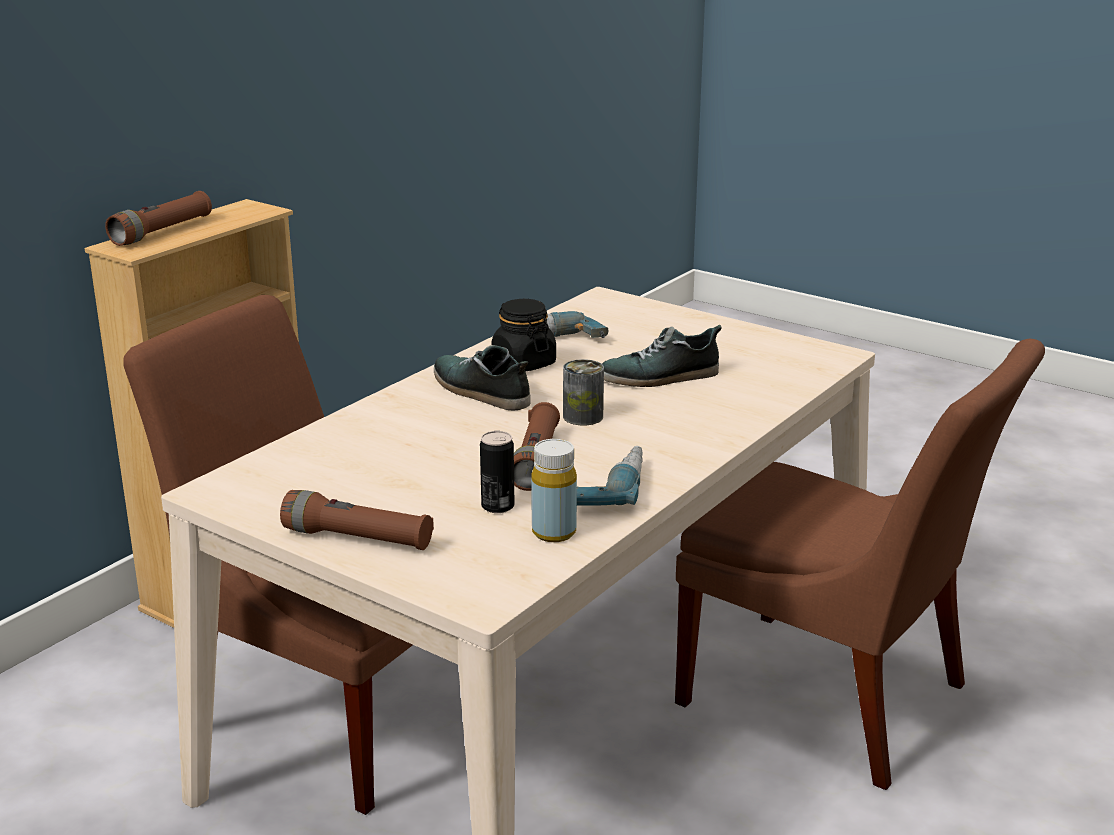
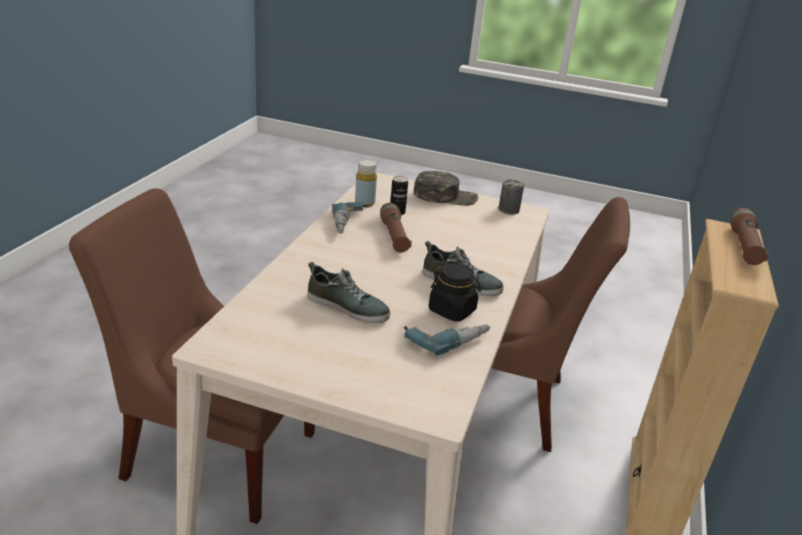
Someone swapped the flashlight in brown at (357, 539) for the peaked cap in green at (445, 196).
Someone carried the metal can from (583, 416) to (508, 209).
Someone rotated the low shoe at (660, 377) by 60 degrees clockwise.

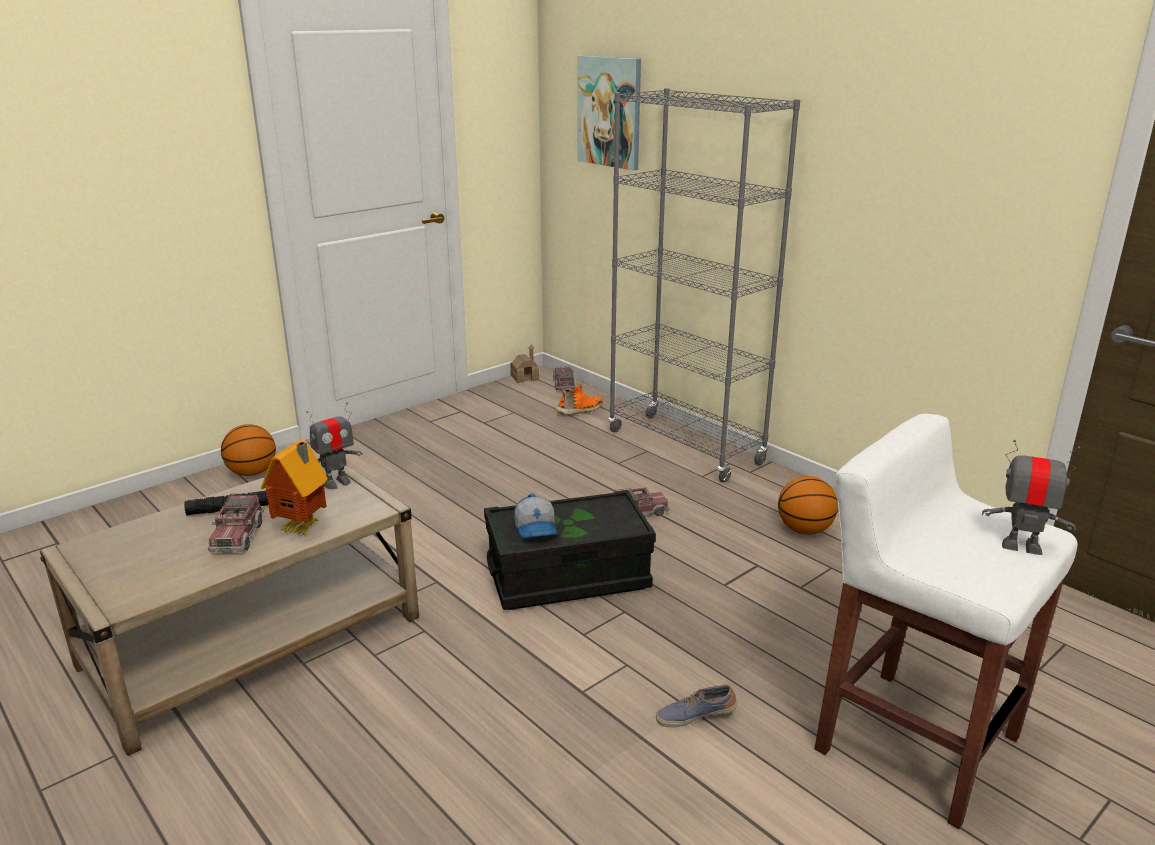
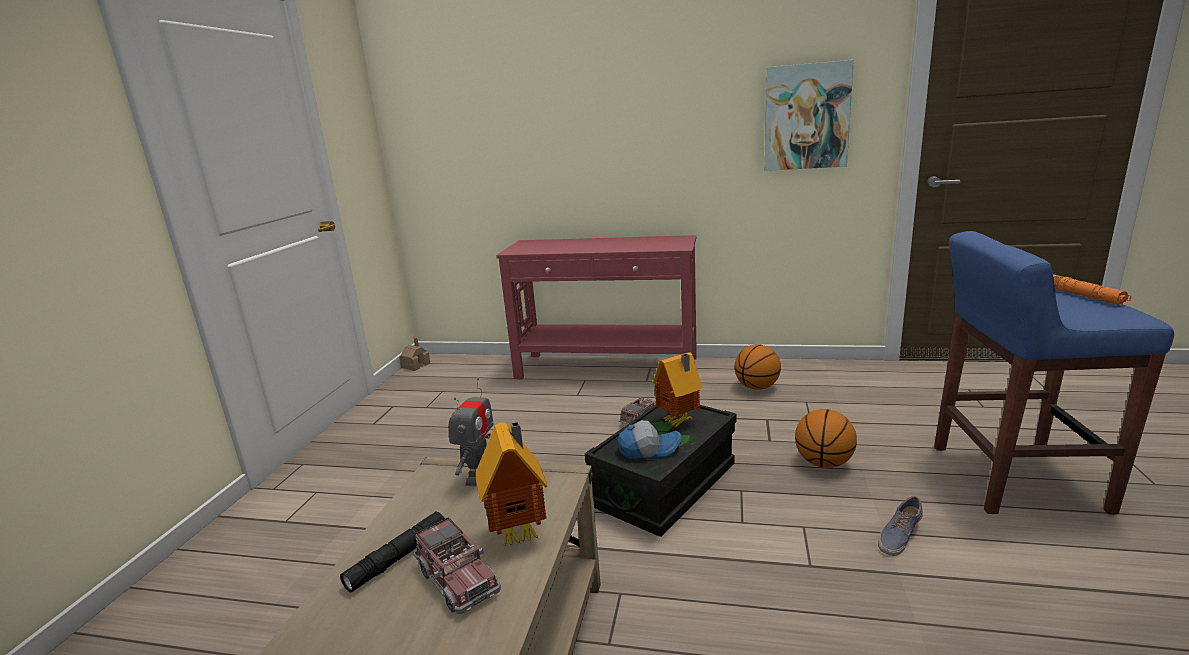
Someone carried the ball for basketball from (252, 473) to (824, 463).
Someone rotated the peaked cap at (536, 528) by 45 degrees counterclockwise.
Someone took away the toy truck at (564, 384).
Someone took away the low shoe in orangey at (580, 411).
Someone carried the wall art from (610, 112) to (806, 117).
Someone swapped the bookcase in grey at (685, 447) for the console table in red-coloured at (607, 368).
Someone repainted the stool seat in white at (914, 742), which became the stool seat in blue at (1013, 478).
Someone swapped the robot figure at (1021, 546) for the flashlight in orangey at (1082, 296).
Someone put down the model house at (679, 422).

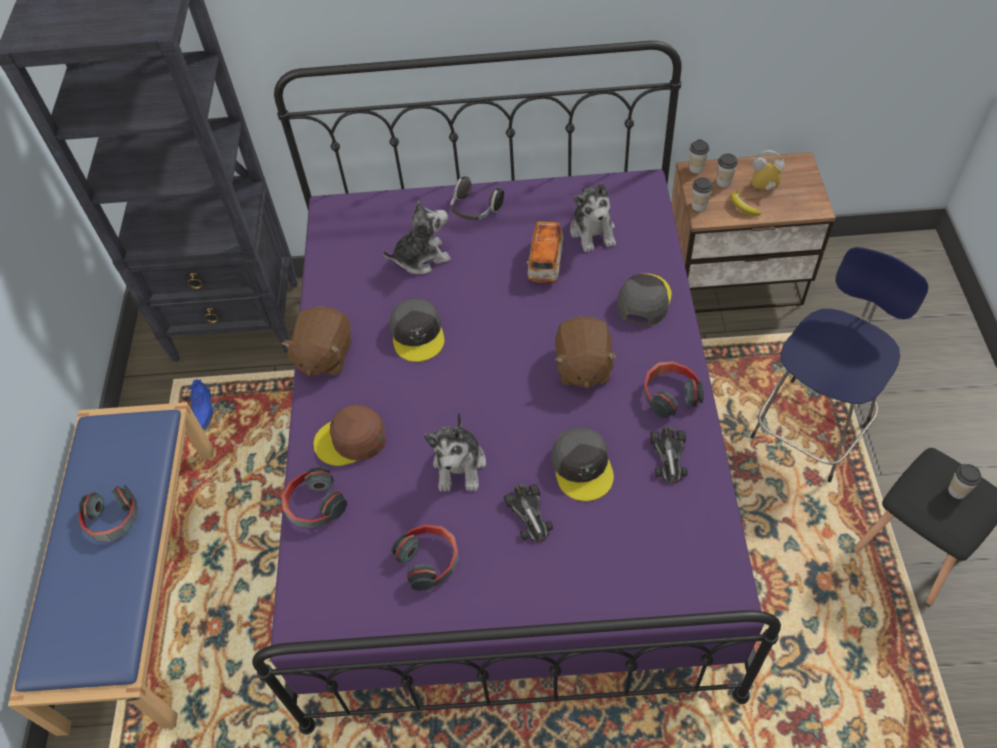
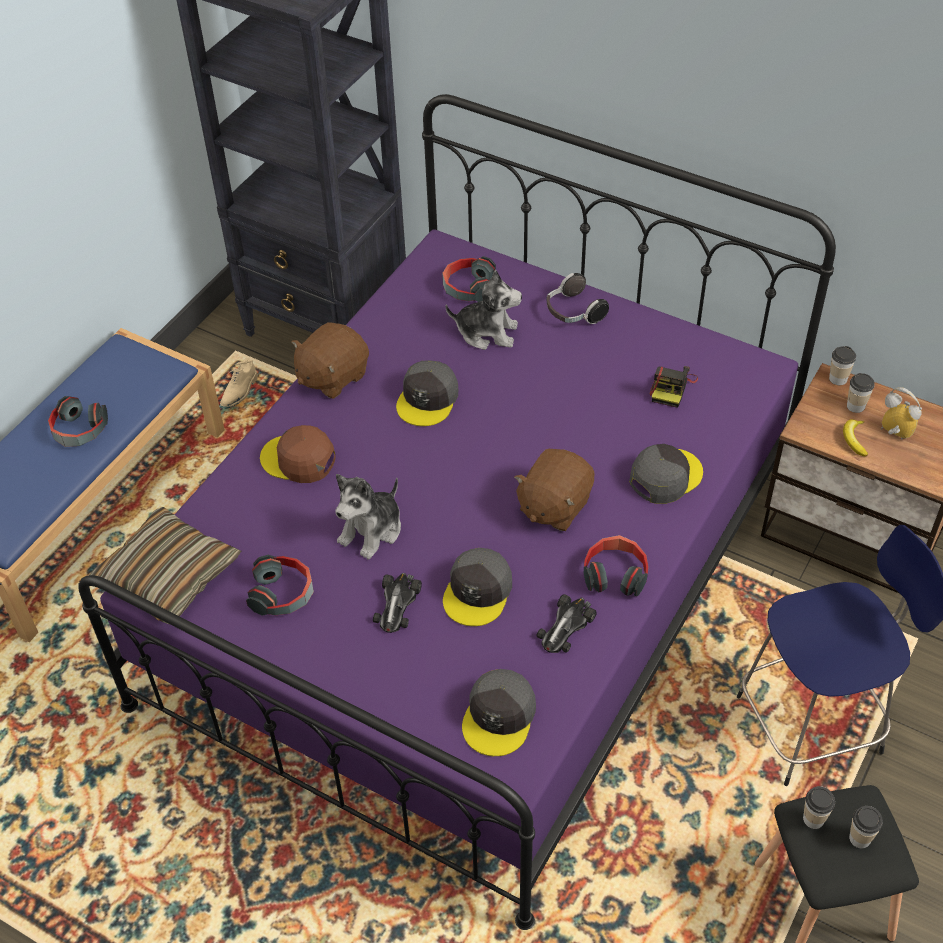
Someone repainted the low shoe in blue at (203, 411), which became the low shoe in beige-coloured at (239, 392).
Someone carried the pair of headphones from (314, 505) to (468, 288).
Someone took away the toy car at (545, 263).
Someone swapped the plush toy at (593, 231) for the still camera at (671, 387).
Someone carried the drinking cup from (699, 206) to (813, 819).
Someone put down the pillow at (168, 576).
Someone put down the peaked cap in grey at (499, 716).

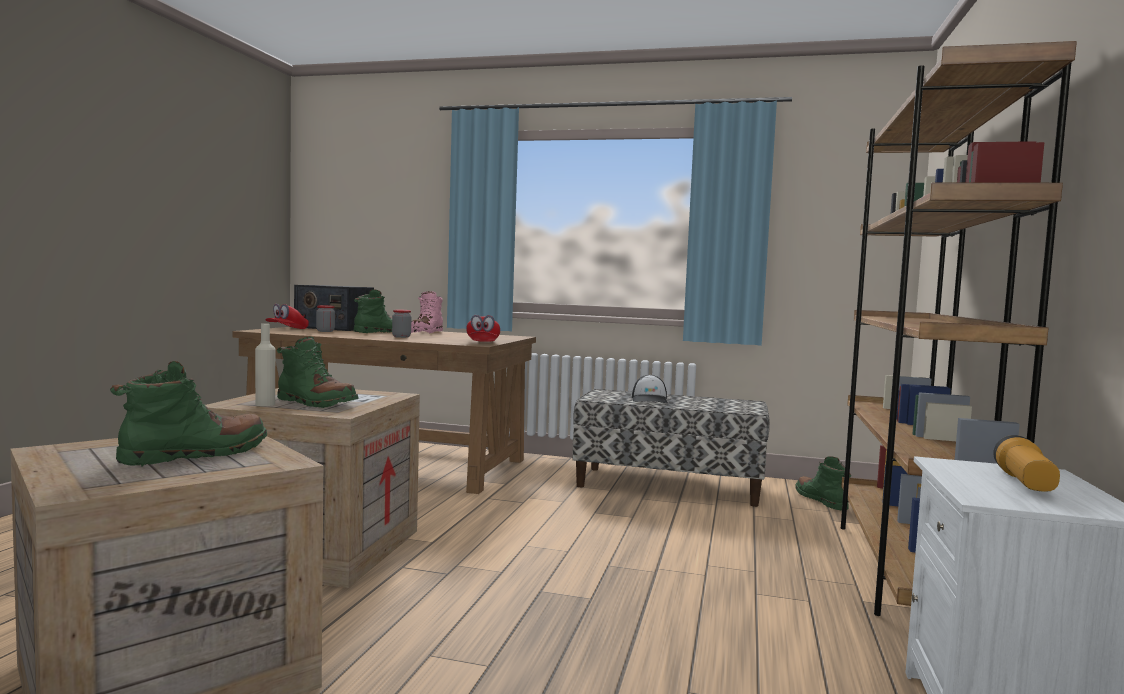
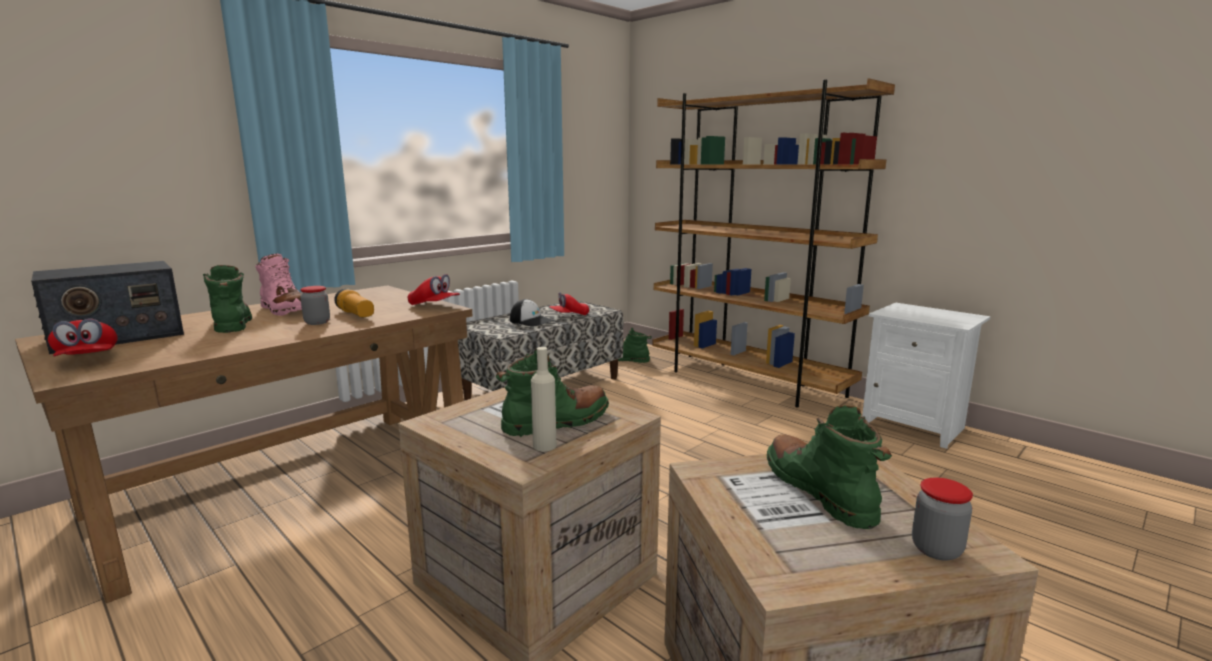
Someone carried the storage jar from (325, 331) to (936, 549).
Someone carried the flashlight from (1025, 483) to (356, 315).
Someone put down the peaked cap in red-coloured at (569, 315).

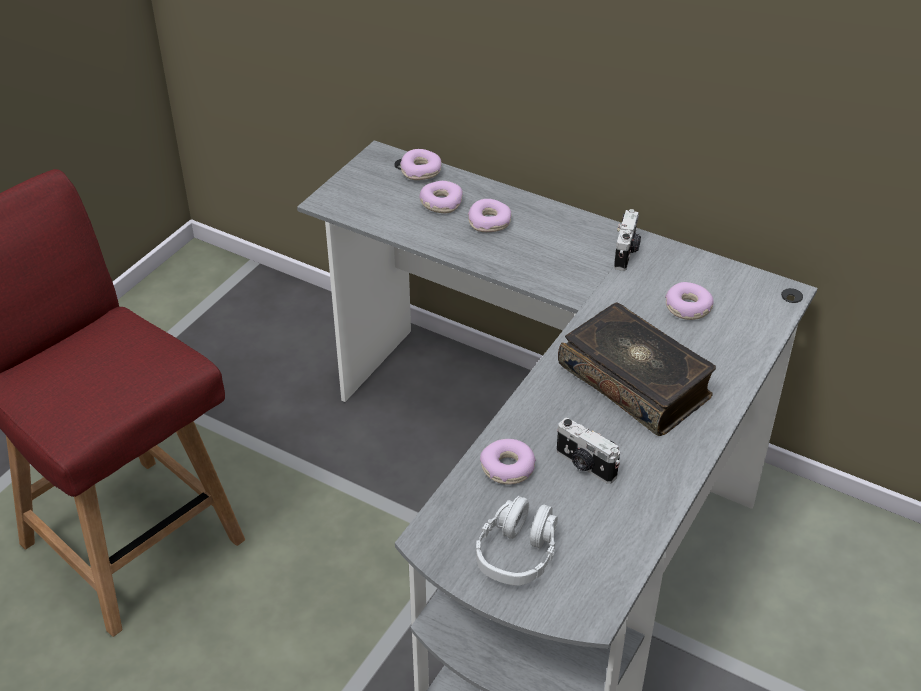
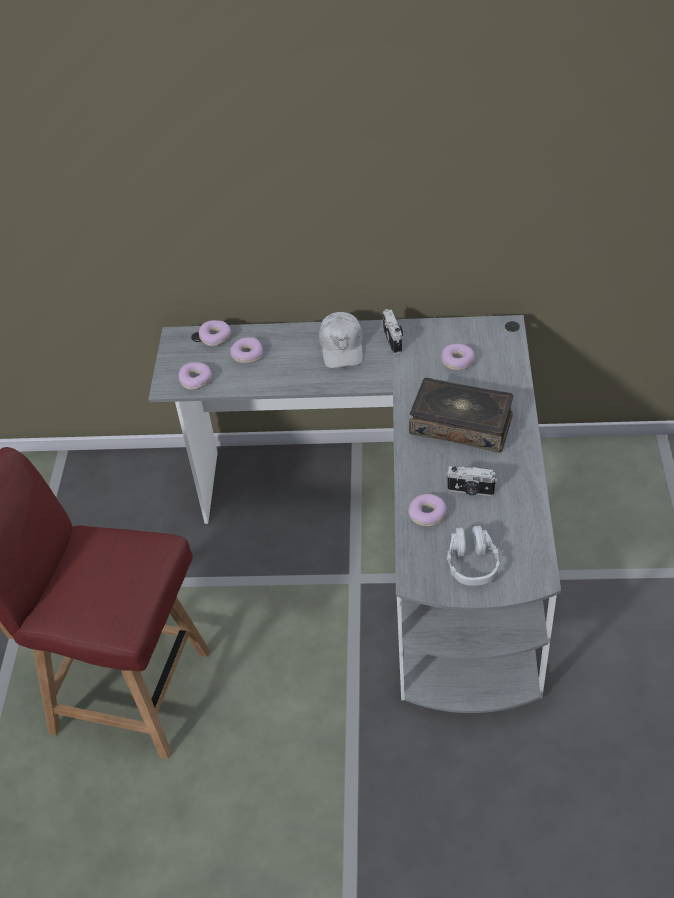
Someone carried the donut from (489, 222) to (195, 379).
Someone put down the peaked cap in white at (342, 347).

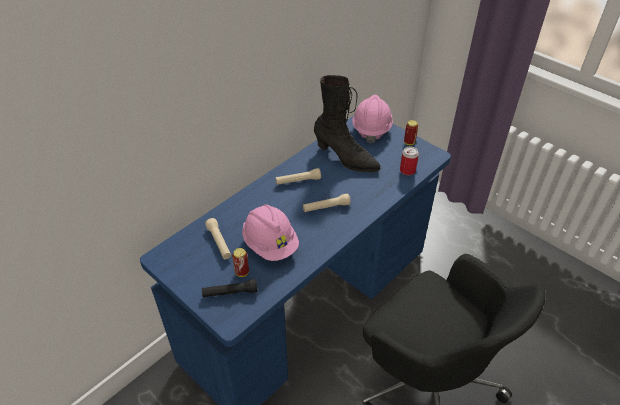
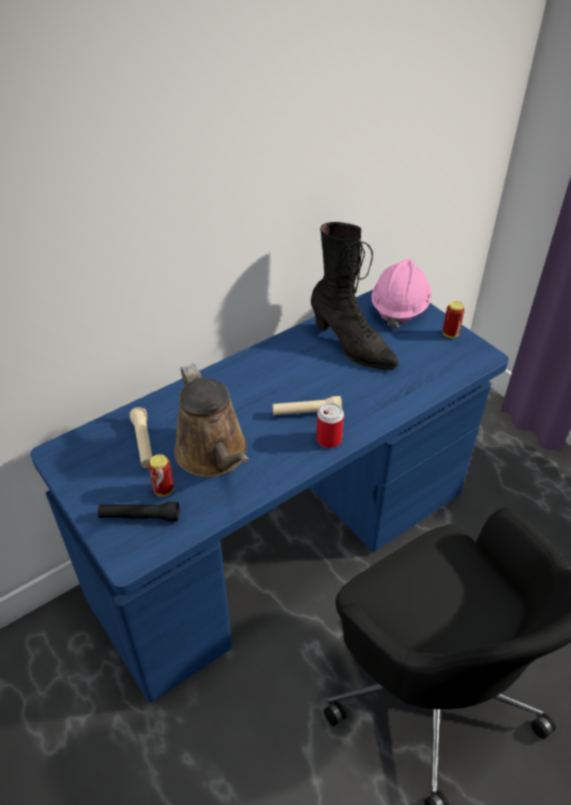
Someone swapped the hard hat in pinkish at (270, 244) for the watering can in brown at (214, 455).
Someone took away the flashlight in beige-coloured at (298, 181).
Someone carried the metal can from (407, 170) to (329, 439).

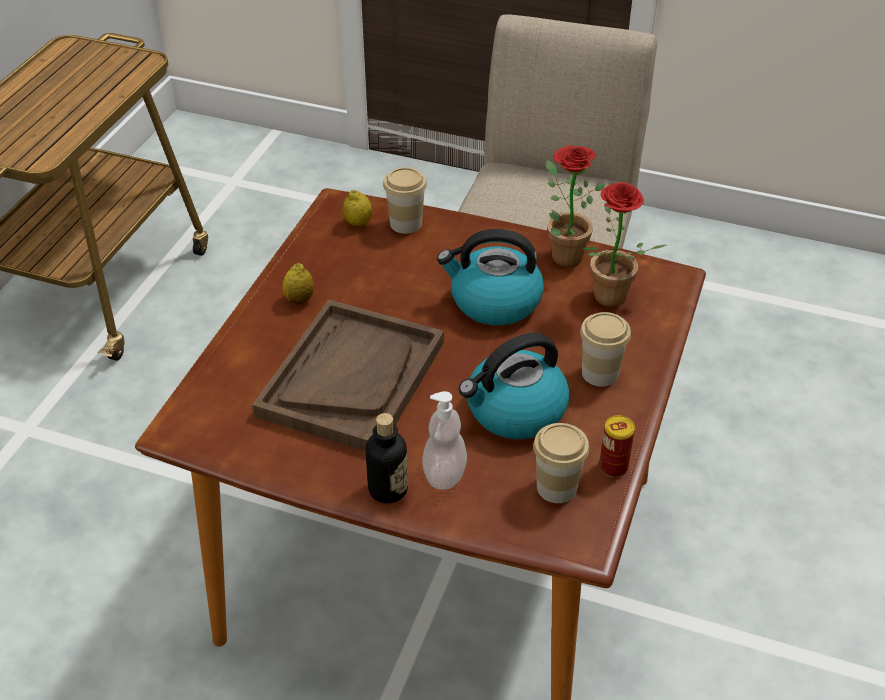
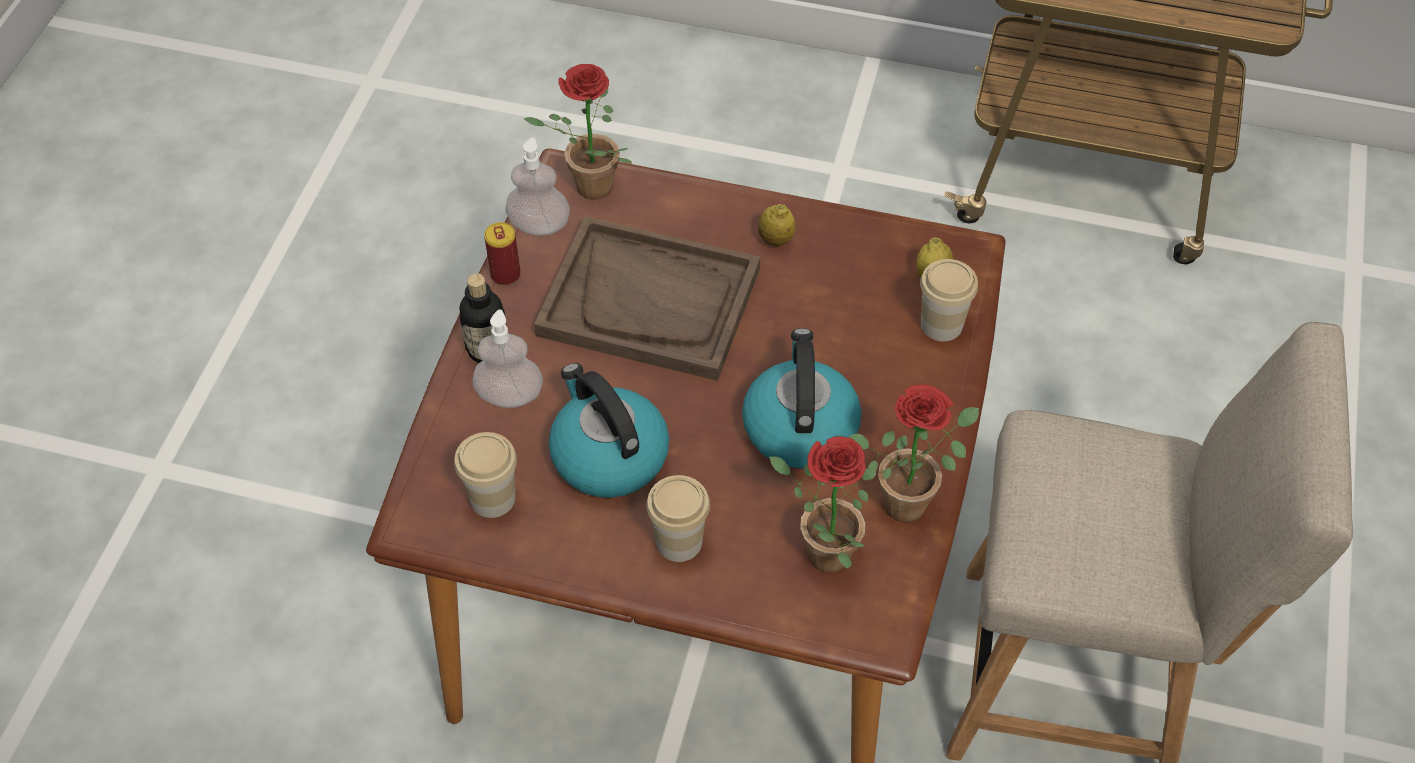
Someone carried the metal can from (613, 467) to (505, 275).
Someone put down the liquid soap bottle at (539, 225).
Someone put down the potted plant at (586, 189).

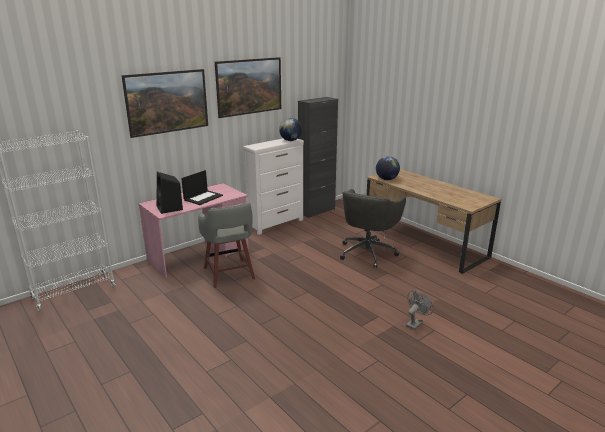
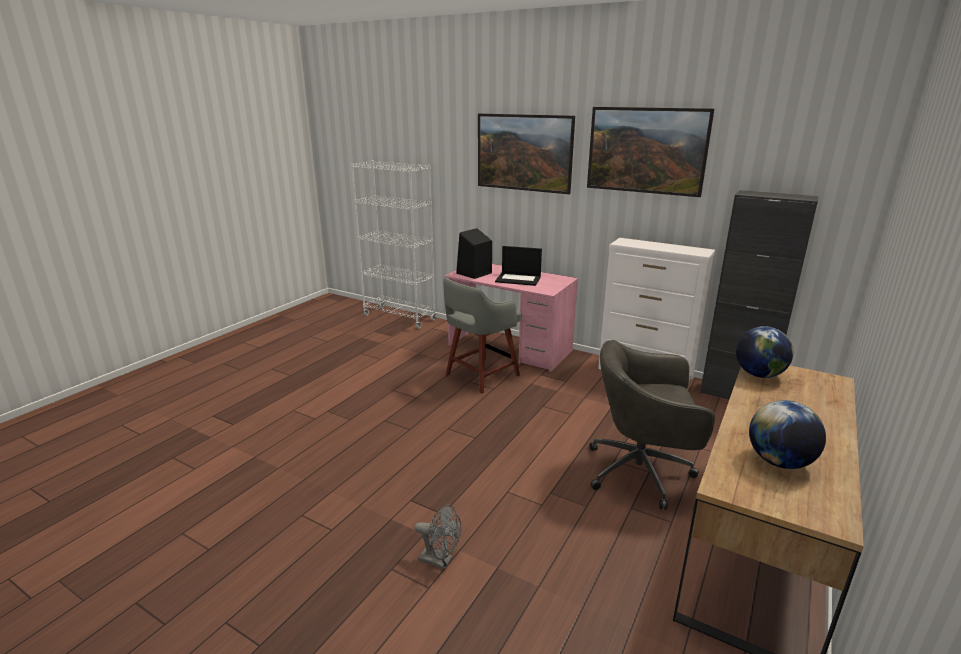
Someone carried the world globe from (290, 140) to (779, 462).

